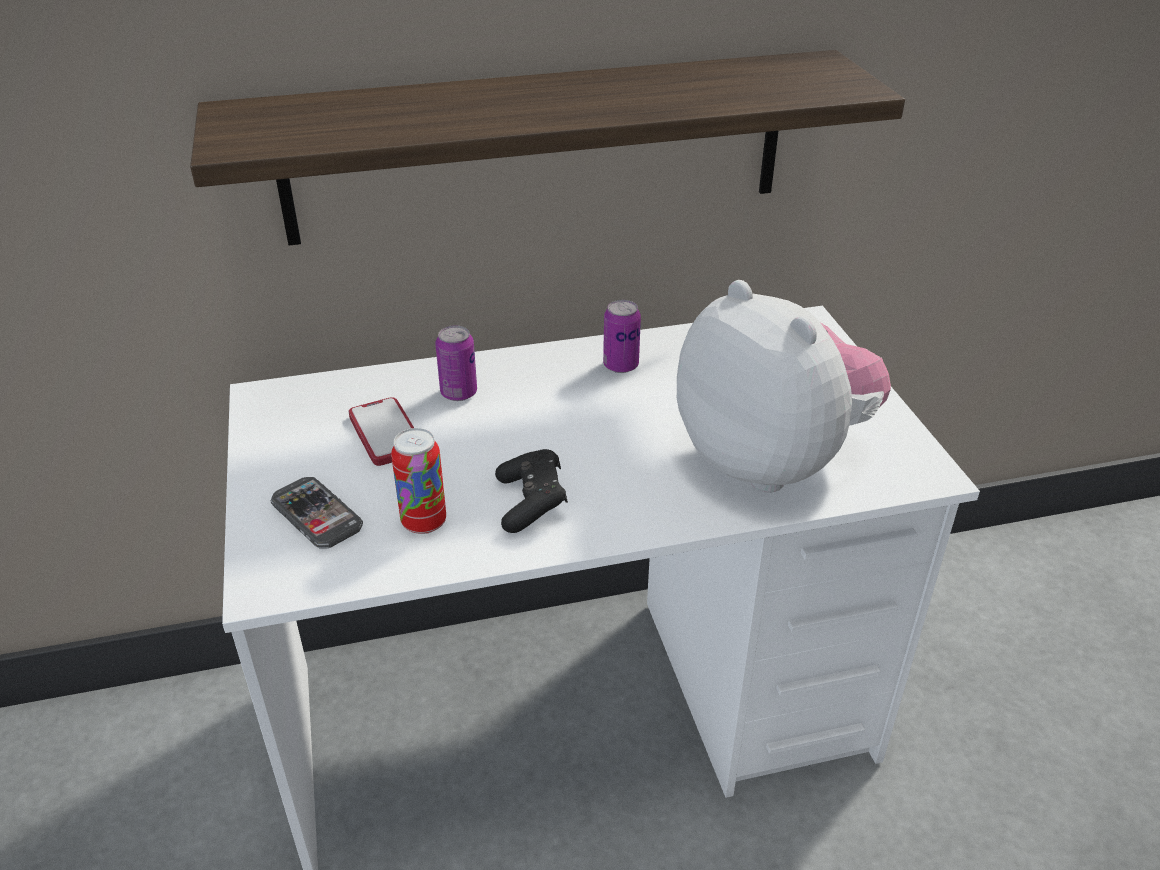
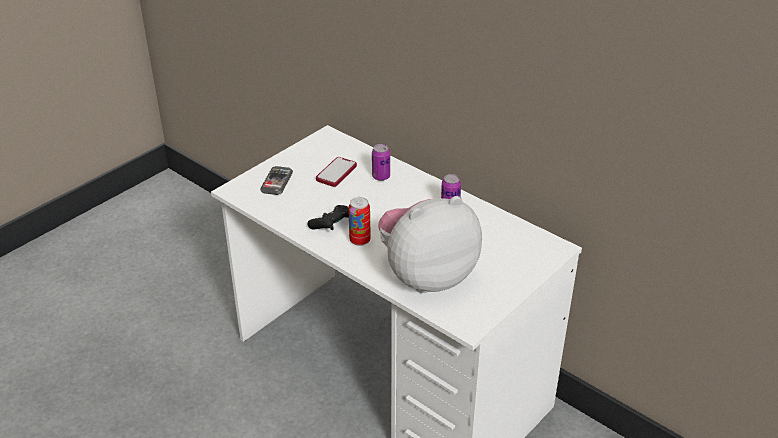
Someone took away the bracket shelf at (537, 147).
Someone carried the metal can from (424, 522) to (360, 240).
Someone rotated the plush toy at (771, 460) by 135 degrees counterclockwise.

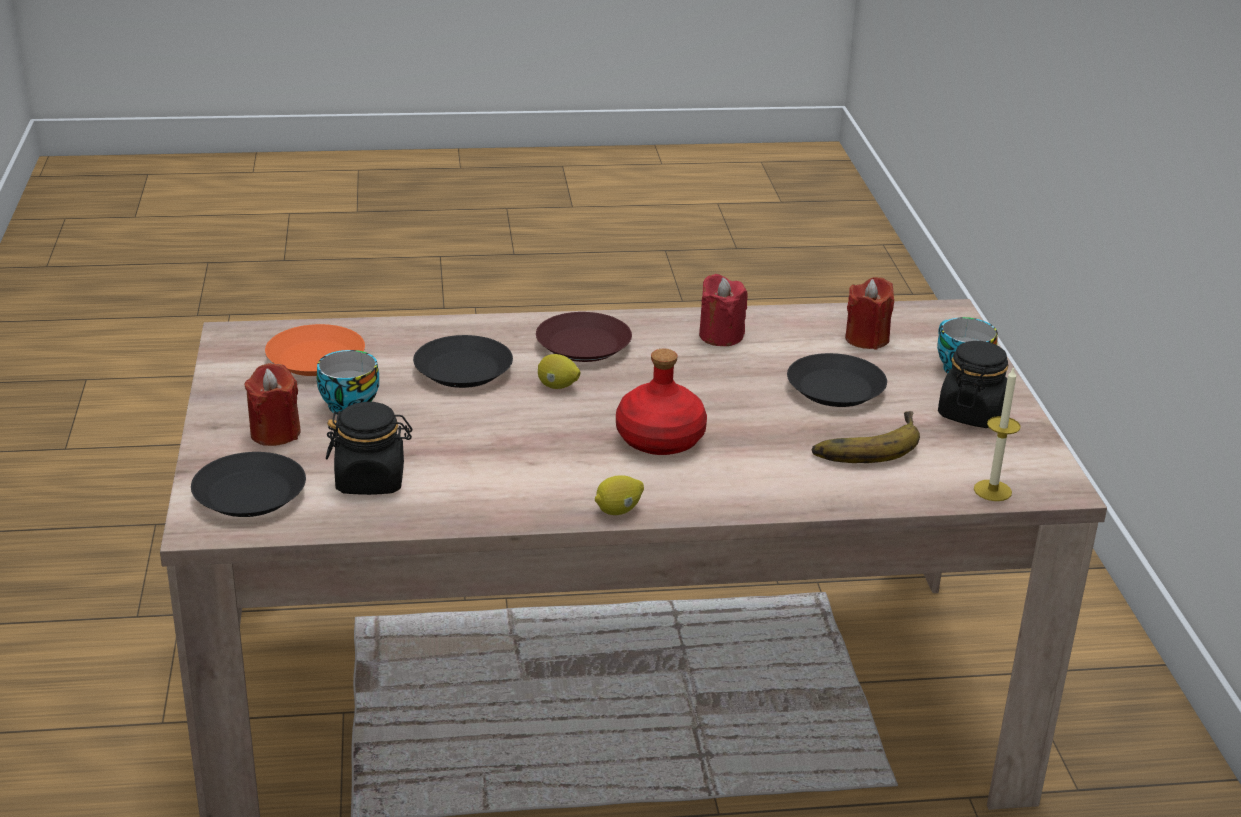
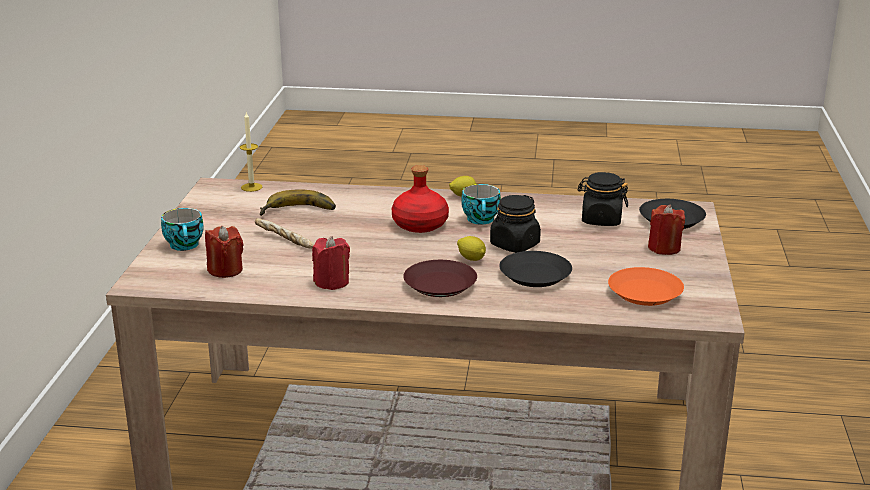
Someone carried the drinking cup from (347, 404) to (482, 220).
Someone swapped the flat dish in black-coloured at (836, 389) for the baked bread at (284, 241).
Someone carried the storage jar in black-coloured from (972, 413) to (514, 245).

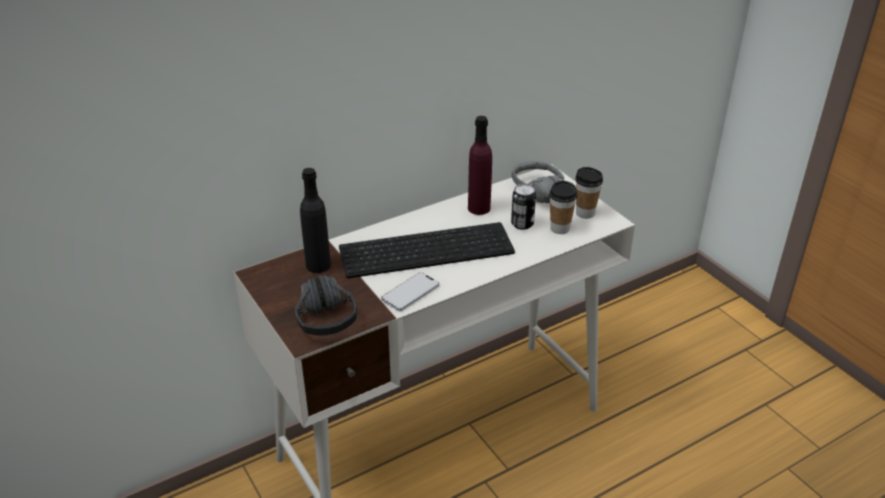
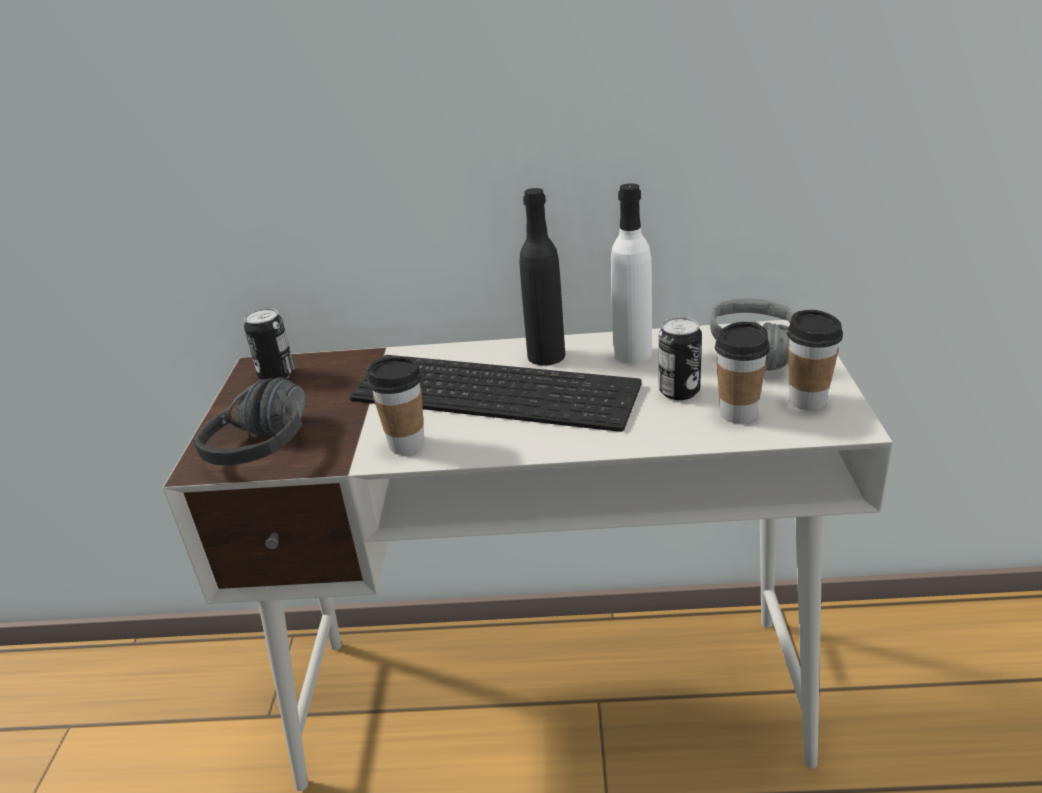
Someone carried the bottle in black-coloured from (318, 265) to (546, 355).
Someone swapped the handset at (410, 292) for the drinking cup at (407, 444).
Someone repainted the bottle in purple at (479, 208), which became the bottle in white at (632, 354).
Someone put down the metal can at (277, 375).

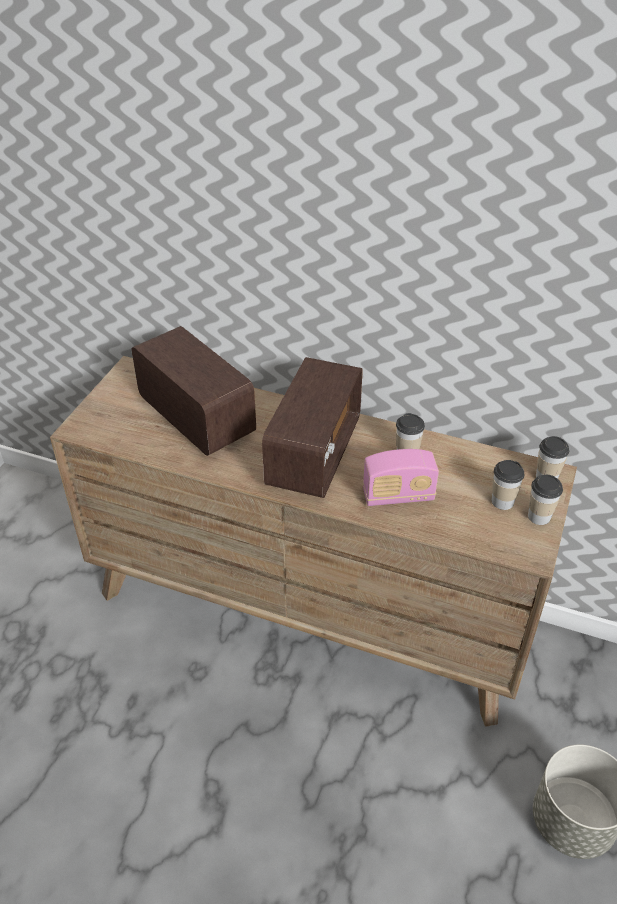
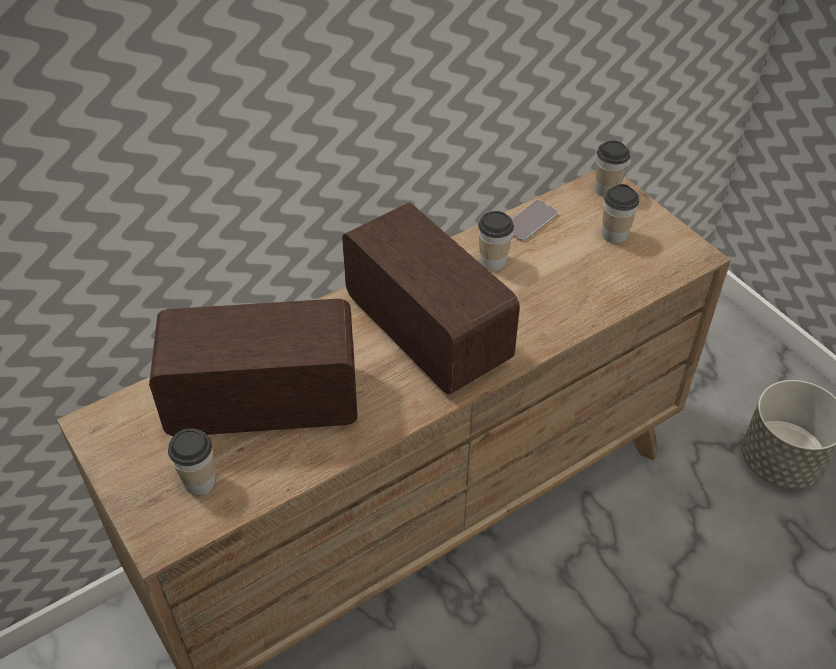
Someone took away the radio at (398, 496).
Someone carried the drinking cup from (539, 516) to (199, 481).
Someone put down the handset at (530, 221).

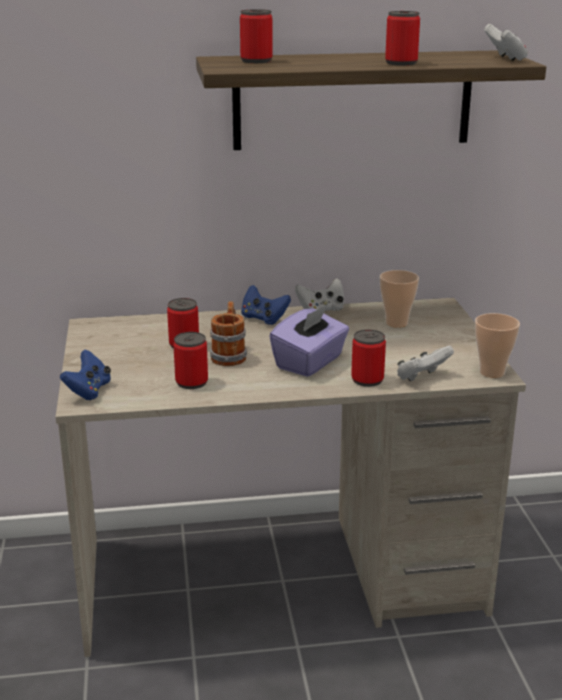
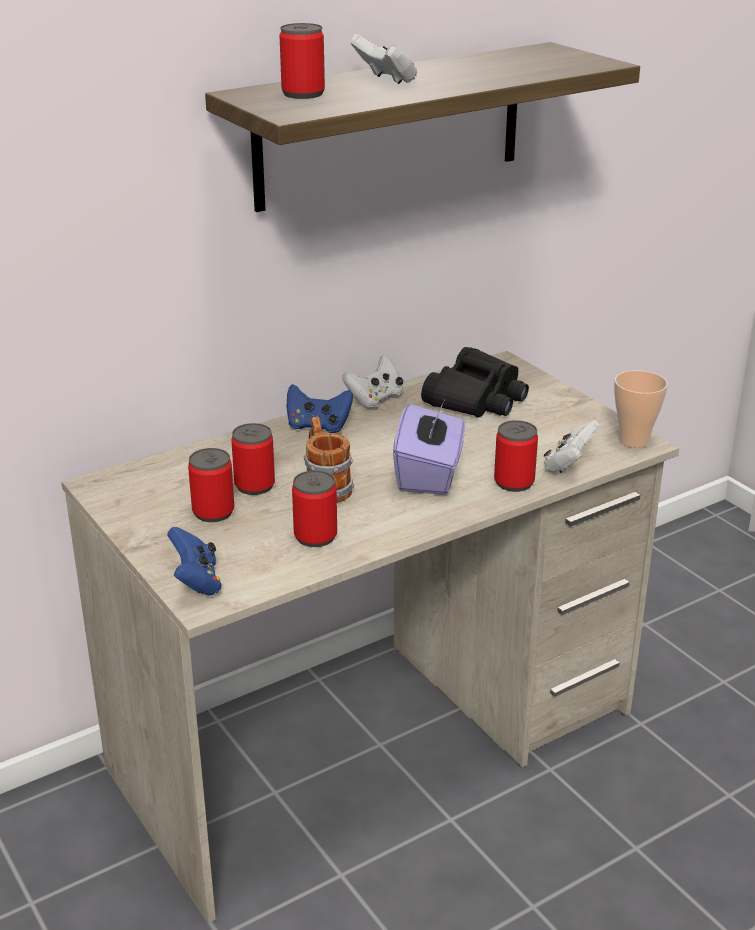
Someone swapped the drinking cup at (396, 323) for the pair of binoculars in black-coloured at (477, 398).
Someone carried the metal can from (401, 63) to (213, 512).
Someone carried the game controller in white from (505, 59) to (386, 80).

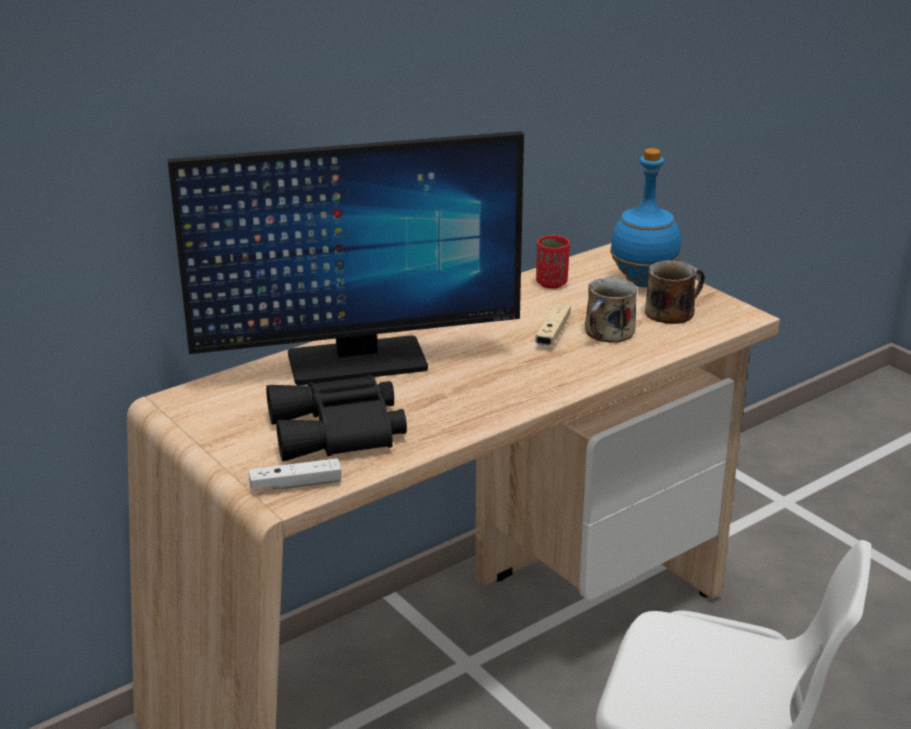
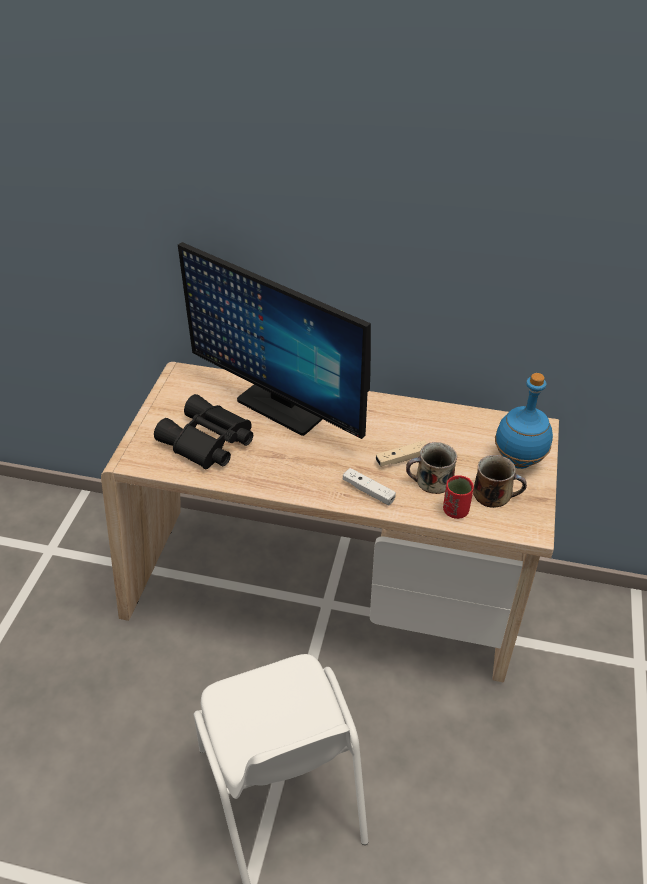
Someone carried the game controller in white from (296, 484) to (368, 491).
Someone carried the drinking cup in red-coloured from (551, 283) to (455, 511).

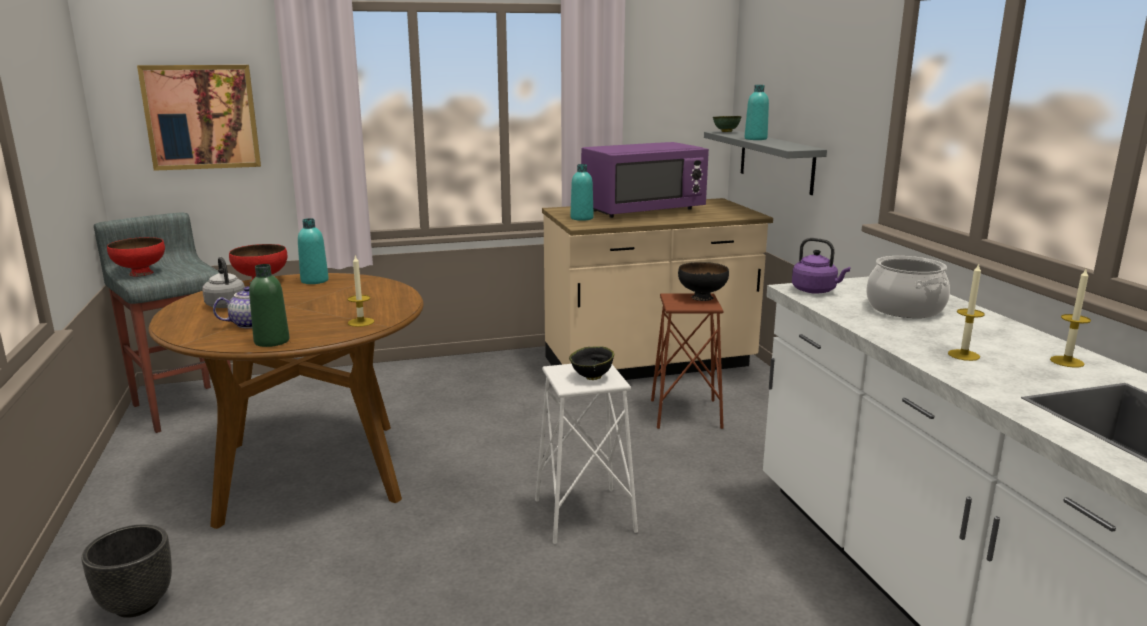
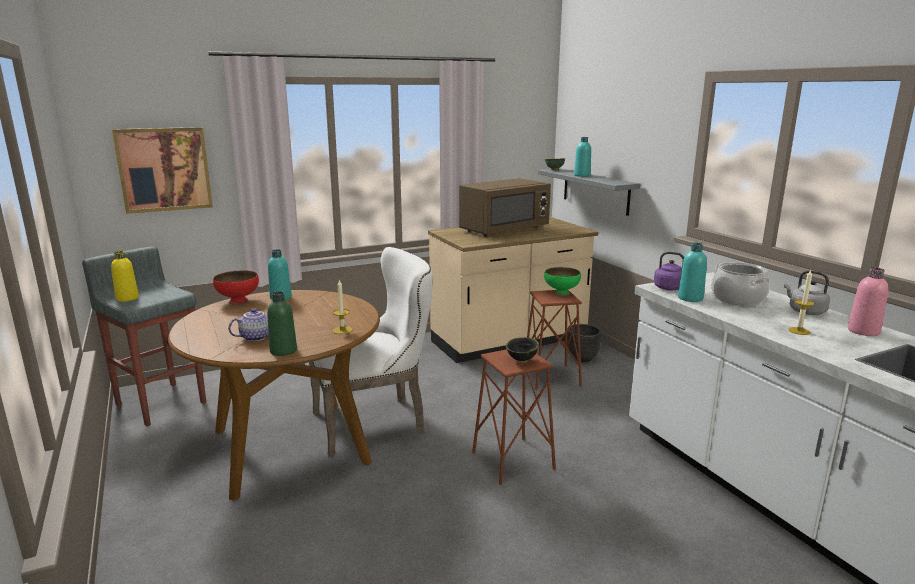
Someone carried the flower pot in black-coloured from (137, 604) to (582, 358).
Someone swapped the serving bowl in red-coloured at (140, 273) for the bottle in yellowish at (127, 298).
Someone carried the kettle in grey from (225, 304) to (804, 311).
Someone repainted the stool seat in white at (585, 516), which became the stool seat in brown at (513, 461).
Someone carried the bottle in turquoise from (581, 218) to (690, 298).
Someone repainted the microwave oven in purple at (643, 211), which became the microwave oven in brown at (504, 230).
Someone repainted the serving bowl in black-coloured at (702, 297), which became the serving bowl in green at (561, 293).
Someone swapped the wax light at (1067, 361) for the bottle in pinkish at (863, 331).
Someone put down the chair in white at (376, 422).

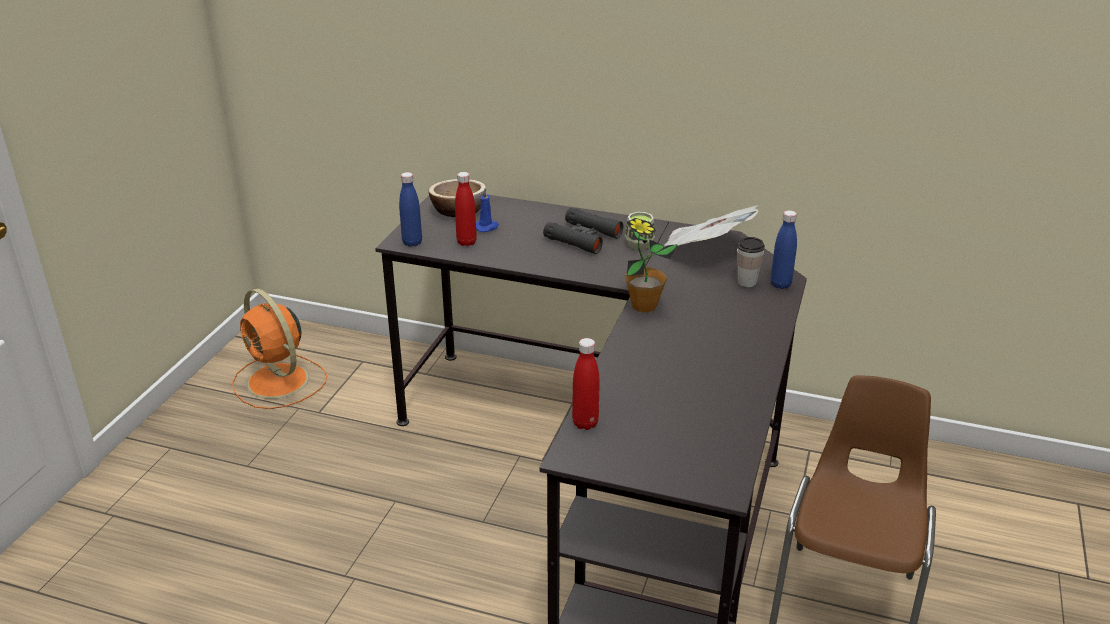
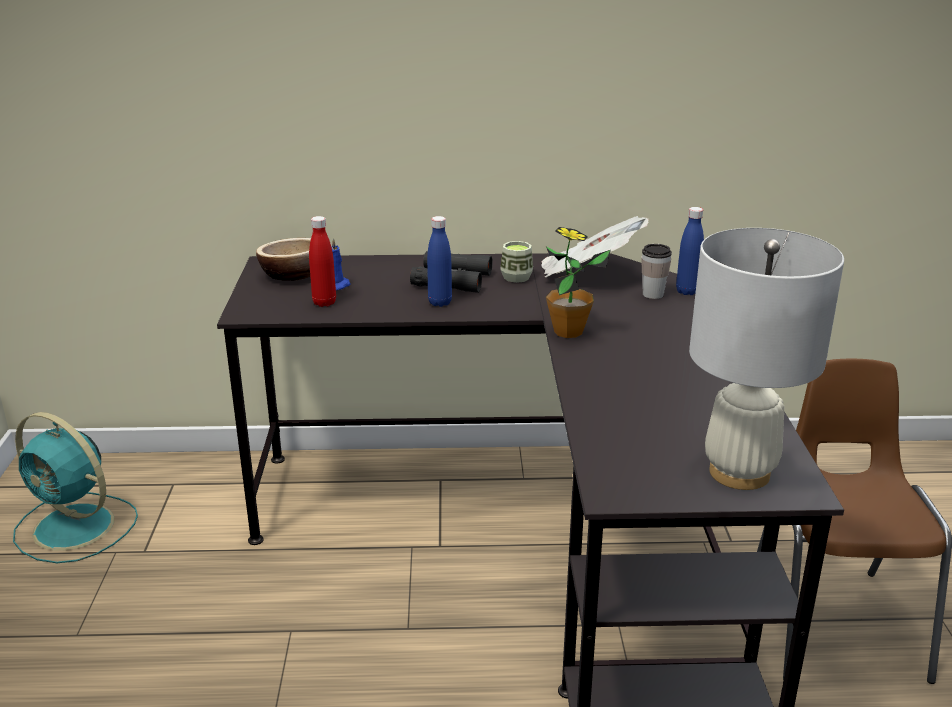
Someone repainted the cooling fan in orangey at (279, 382), which became the cooling fan in turquoise at (76, 528).
Someone carried the bottle in blue from (412, 243) to (440, 302).
Someone took away the bottle in red-coloured at (585, 423).
Someone put down the tabletop lamp in white at (739, 473).

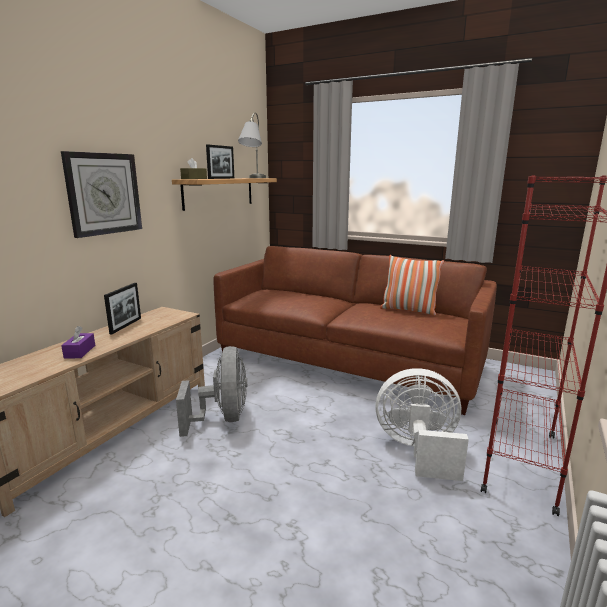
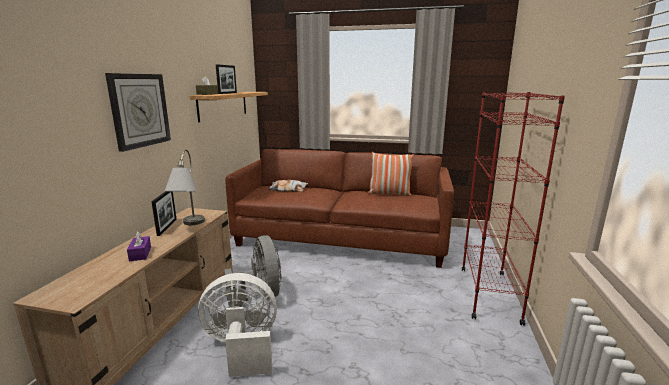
Someone carried the tabletop lamp in grey from (253, 178) to (189, 227).
Someone carried the cooling fan in white from (418, 450) to (242, 348).
Someone put down the pillow at (288, 189).

